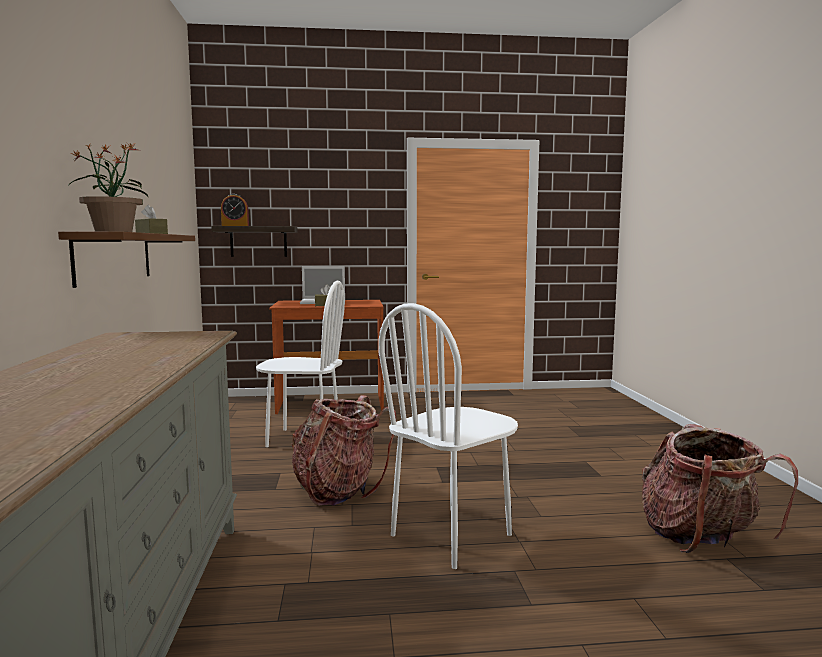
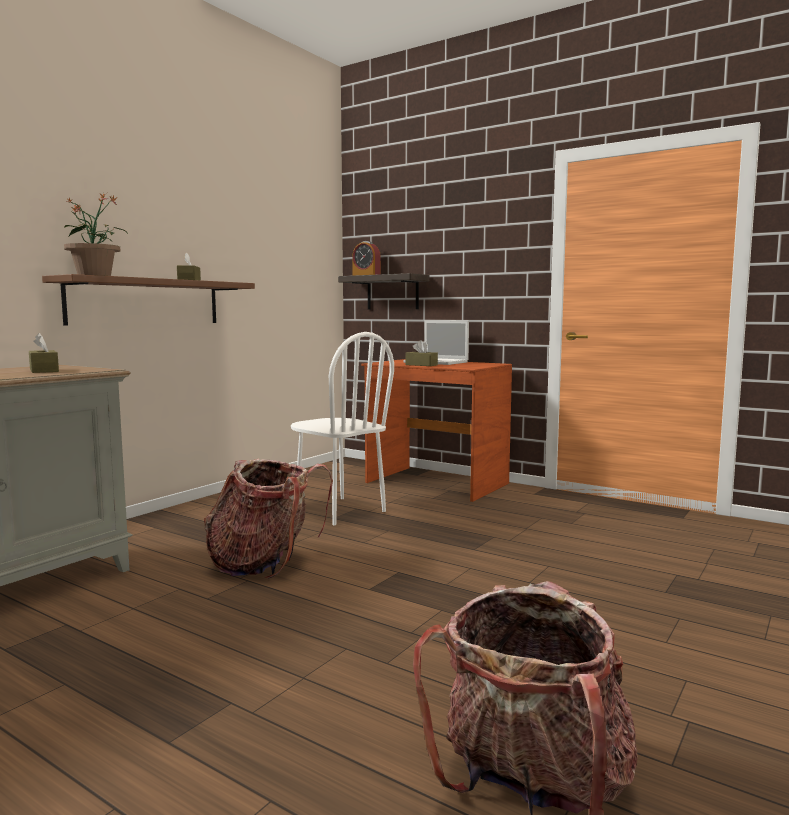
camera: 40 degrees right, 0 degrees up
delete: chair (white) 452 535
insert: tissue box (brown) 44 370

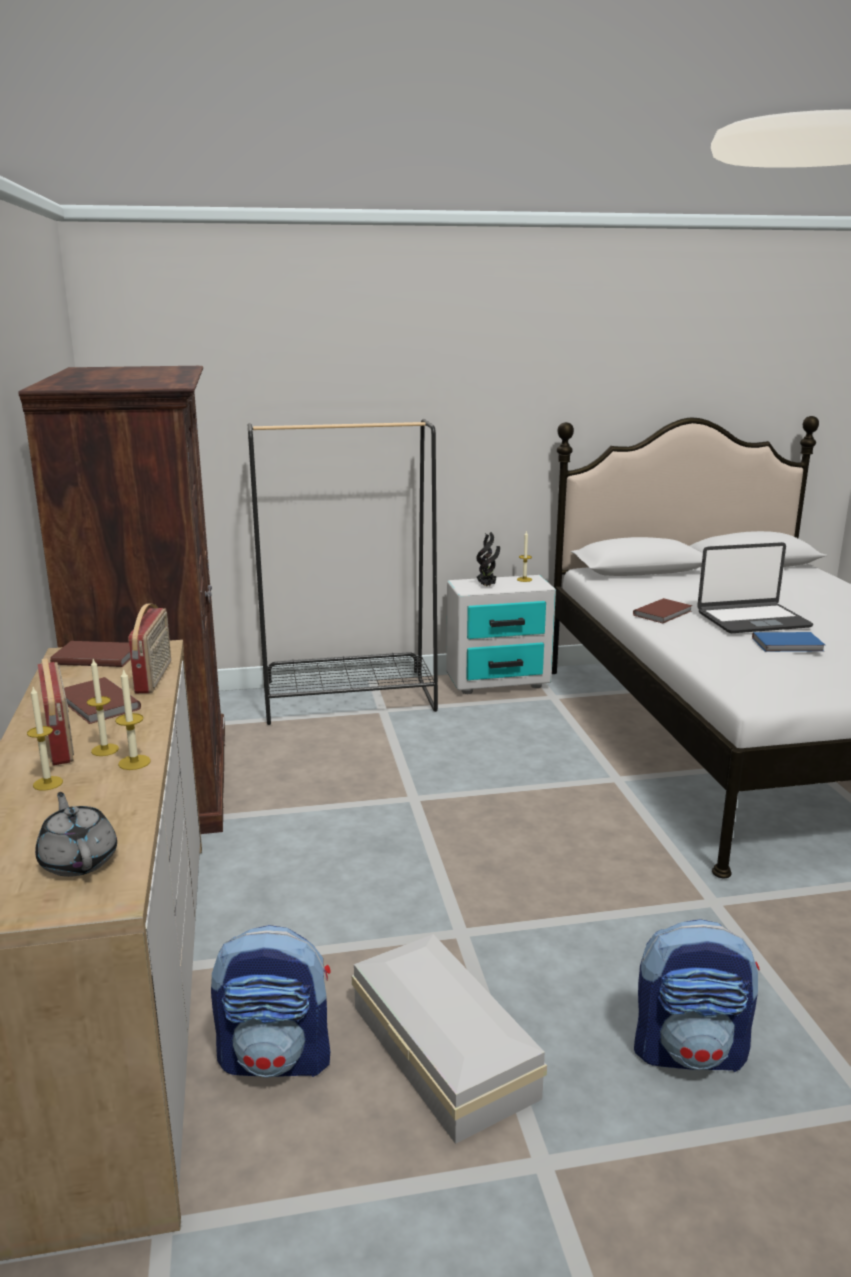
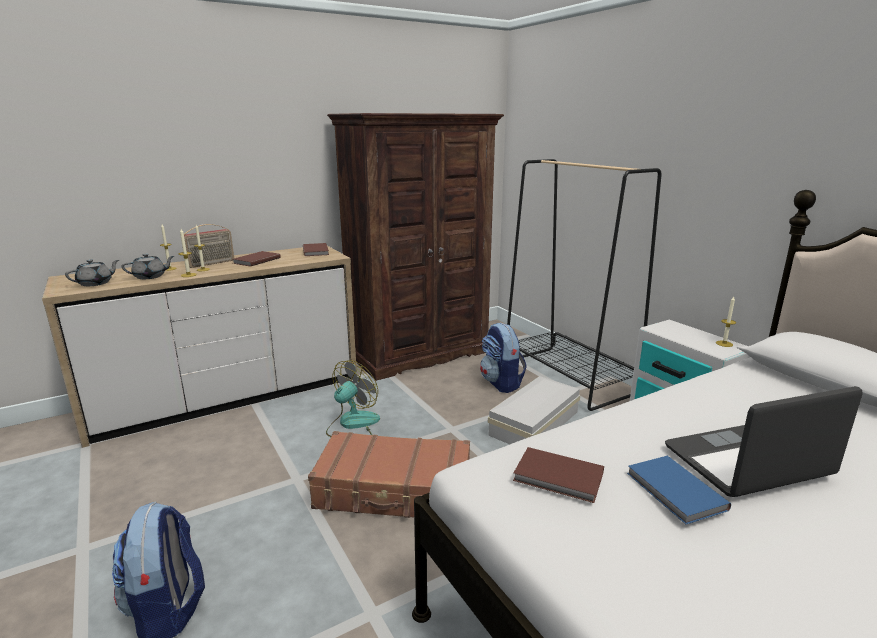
camera: 70 degrees right, 0 degrees up
delete: radio 155 677; potted plant 487 586
insert: teapot (grey) 150 276; suitcase (brown) 394 491; fan 352 425
move: backpack 277 1058 to 501 383; storage box (white) 443 1047 to 536 423; book (brown) 664 613 to 559 478
rotate: laptop 752 620 = 748 463 105 degrees clockwise

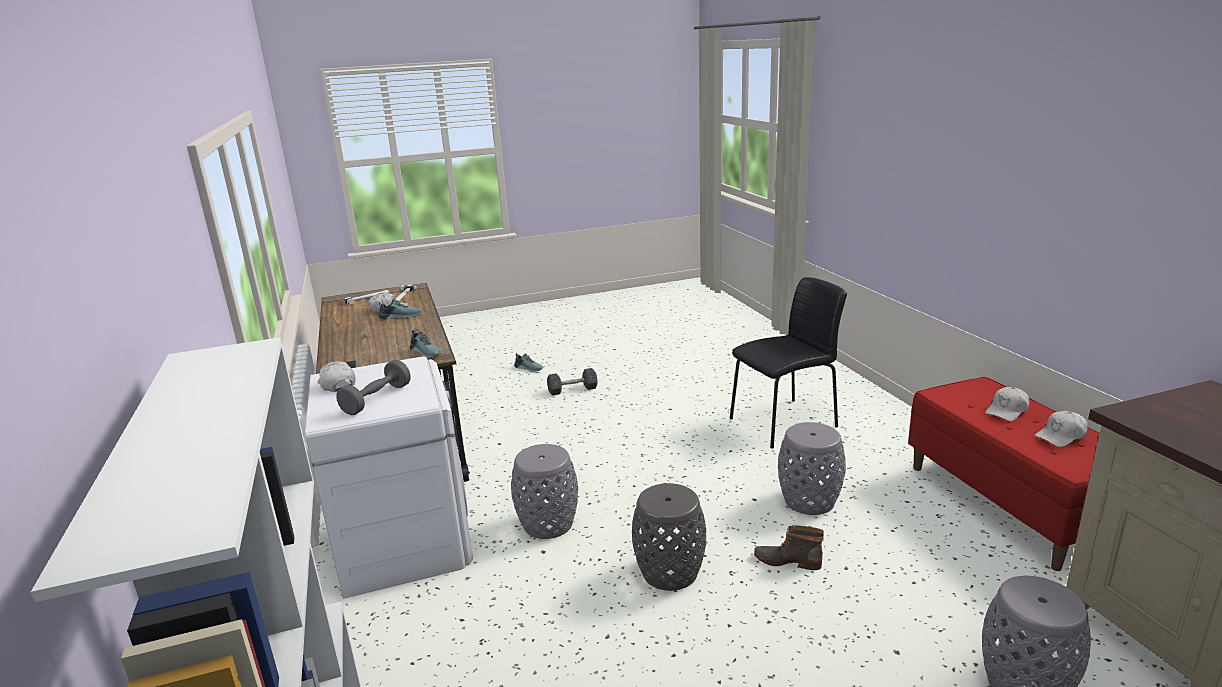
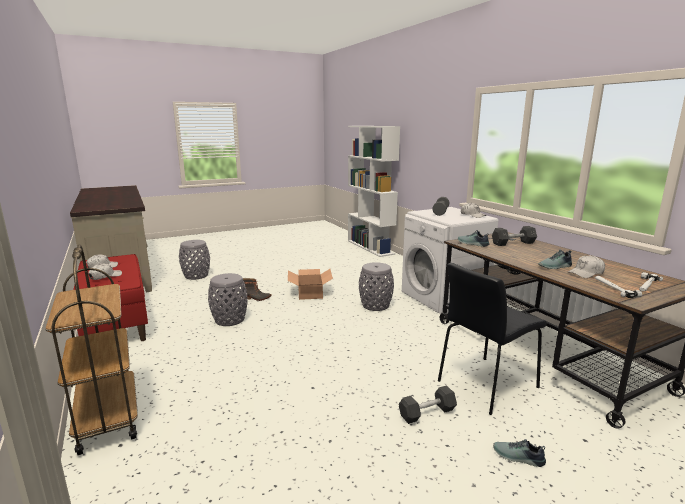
camera: 170 degrees right, 5 degrees down
insert: cart (brown) 107 418; dumbbell (grey) 513 243
move: chair (black) 786 422 to 485 385
replace: stool (grey) 669 573 to cardboard box 310 293

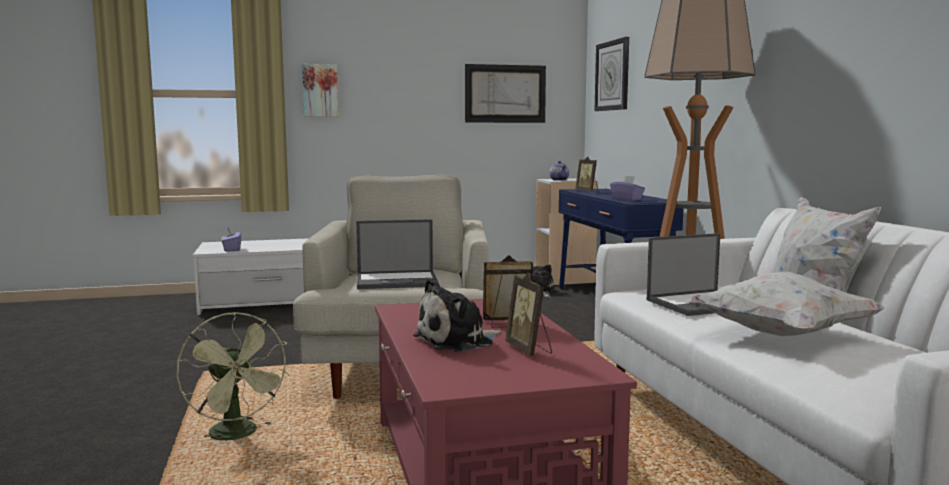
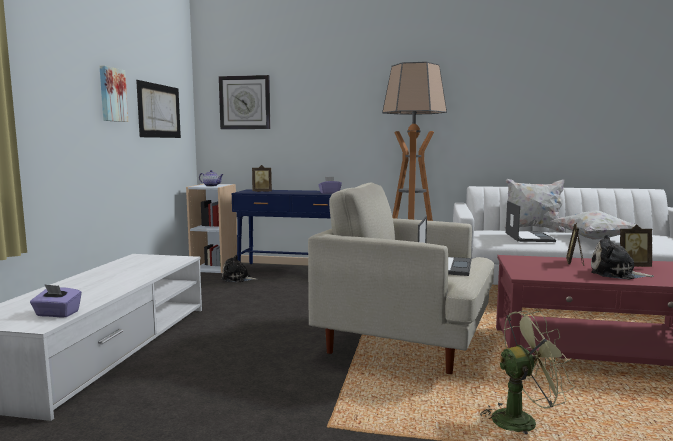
camera: 65 degrees left, 0 degrees up
move: picture 320 90 to 112 94
rotate: plush toy 458 341 = 615 274 120 degrees clockwise

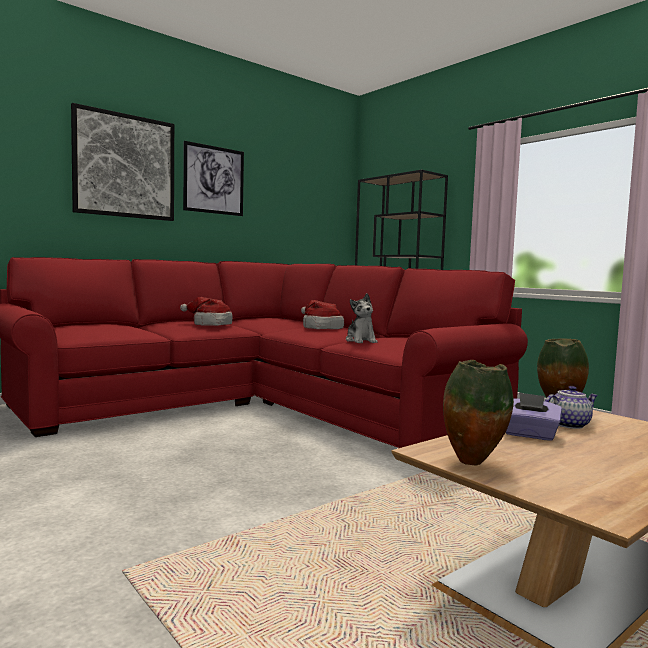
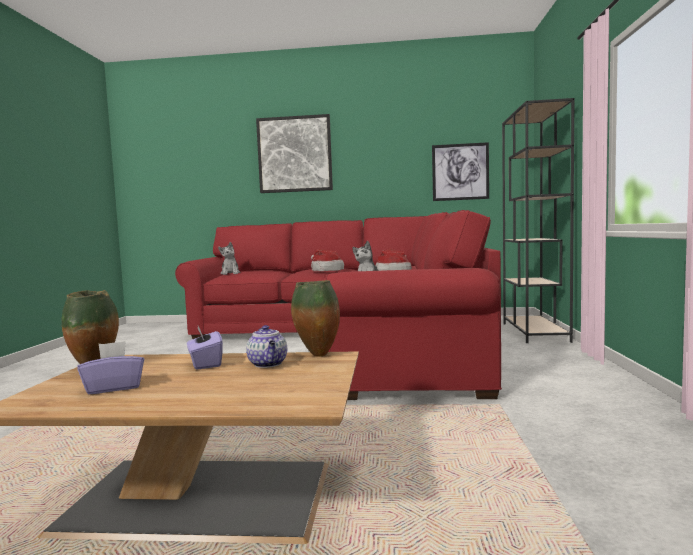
camera: 45 degrees right, 0 degrees up
insert: tissue box (purple) 115 387; plush toy 230 273
move: picture 214 180 to 460 172
rotate: teapot 569 424 = 268 364 45 degrees clockwise

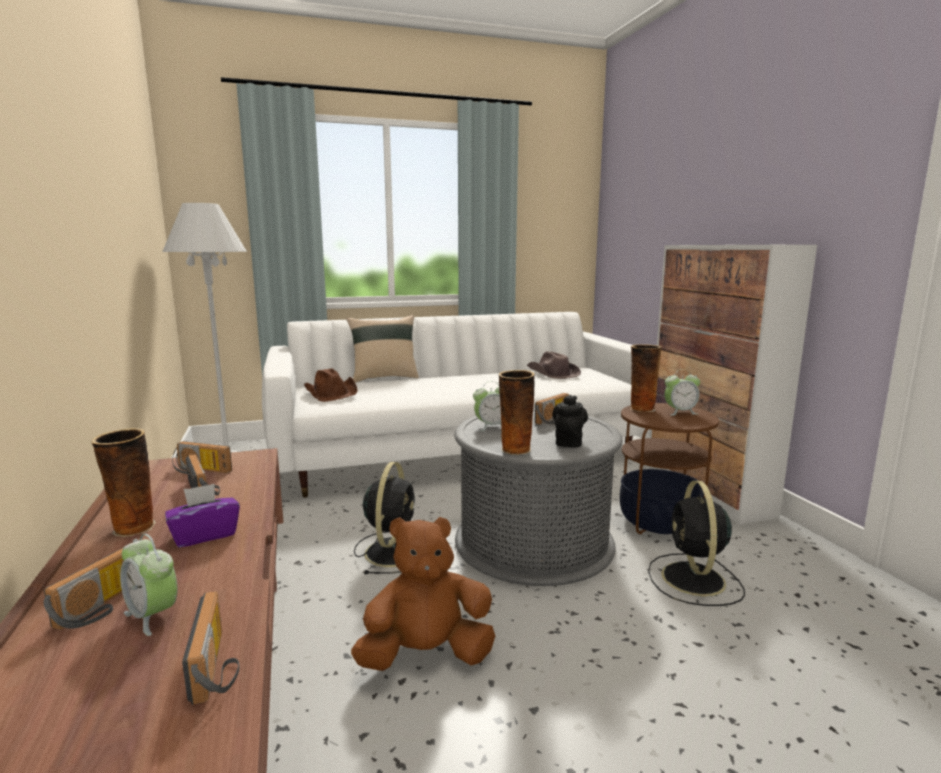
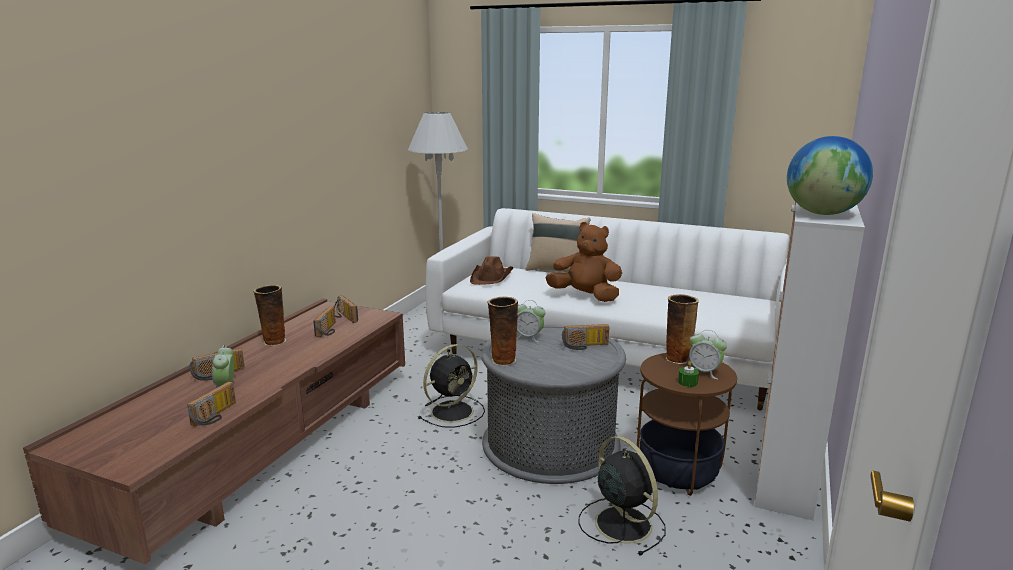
camera: 40 degrees right, 5 degrees up
delete: tissue box (purple) 205 535; hat (brown) 552 374; teapot (black) 568 442
insert: candle (green) 687 382; globe 823 213
move: plush toy (brown) 427 655 to 585 296
rotate: fan (black) 694 580 = 621 523 105 degrees clockwise

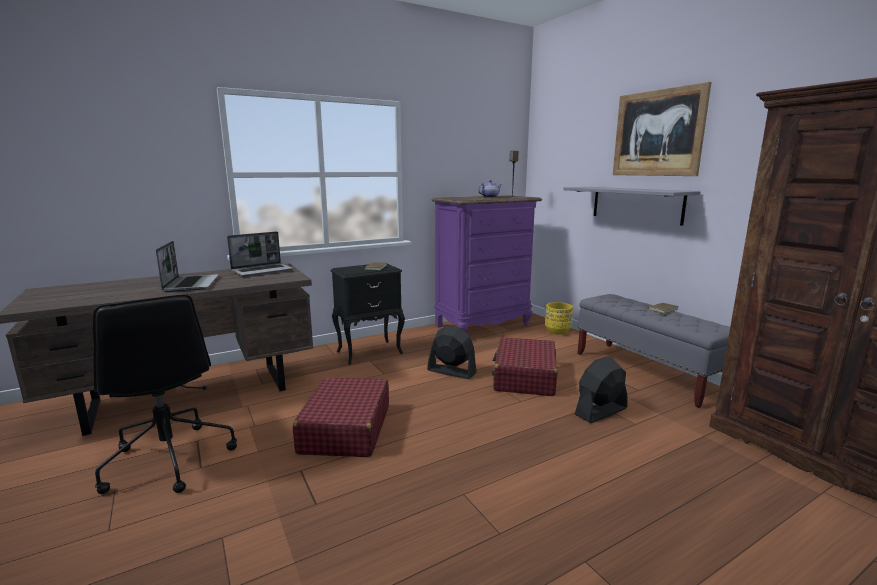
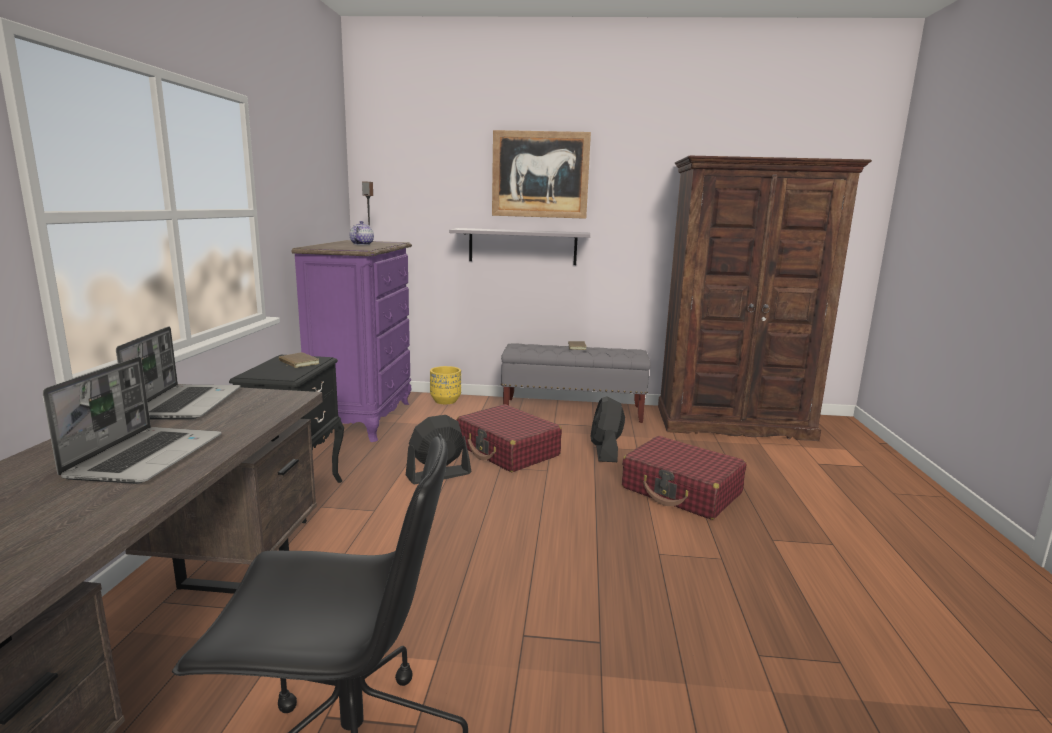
camera: 55 degrees left, 0 degrees up
move: suitcase (red) 345 429 to 681 491
rotate: laptop 191 284 = 146 456 75 degrees clockwise

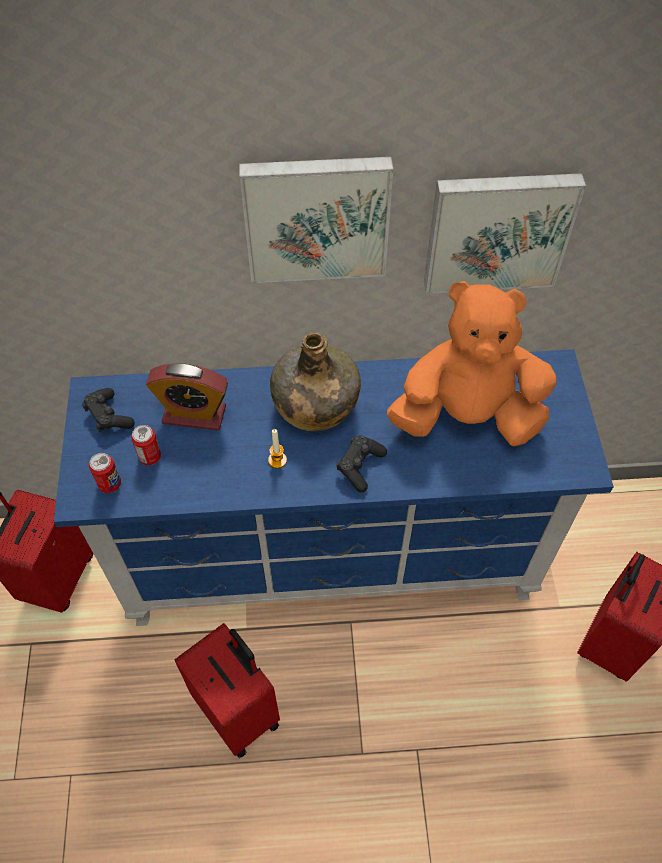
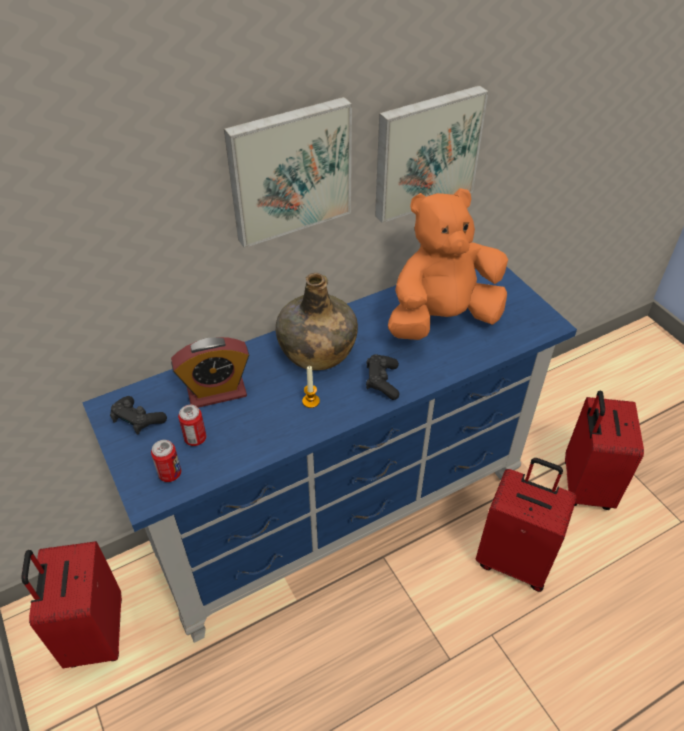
camera: 25 degrees left, 10 degrees down
move: suitcase (red) 239 711 to 514 559

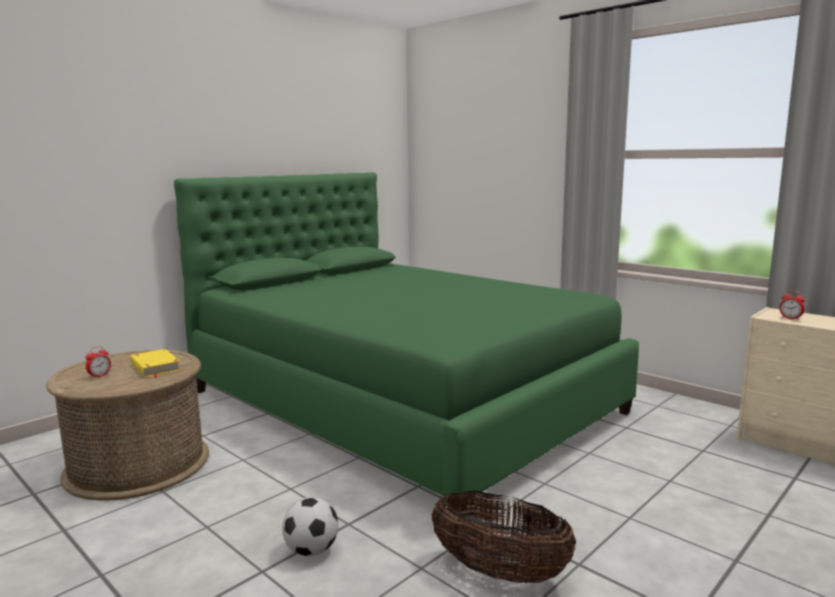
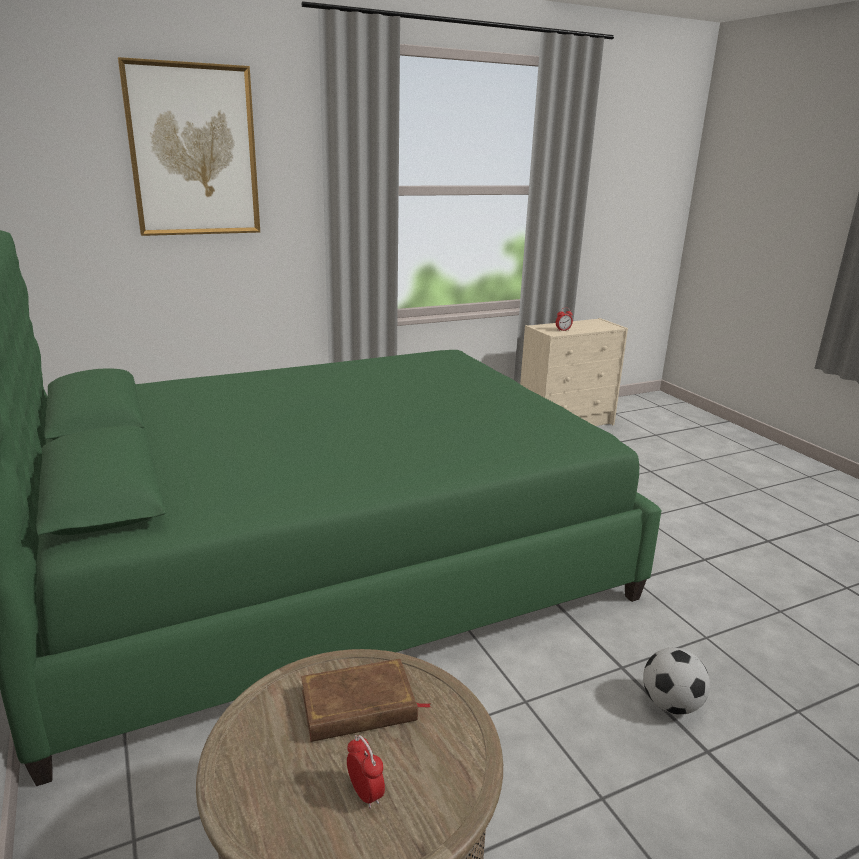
camera: 70 degrees left, 10 degrees up
delete: basket 500 572
insert: picture 193 151
recolor: book (yellow) 155 367 to book (brown) 359 706

